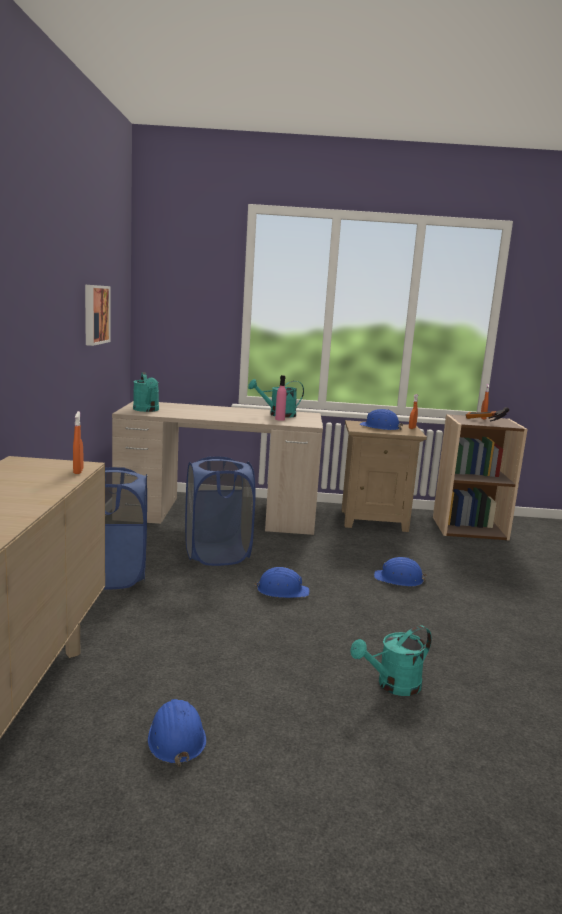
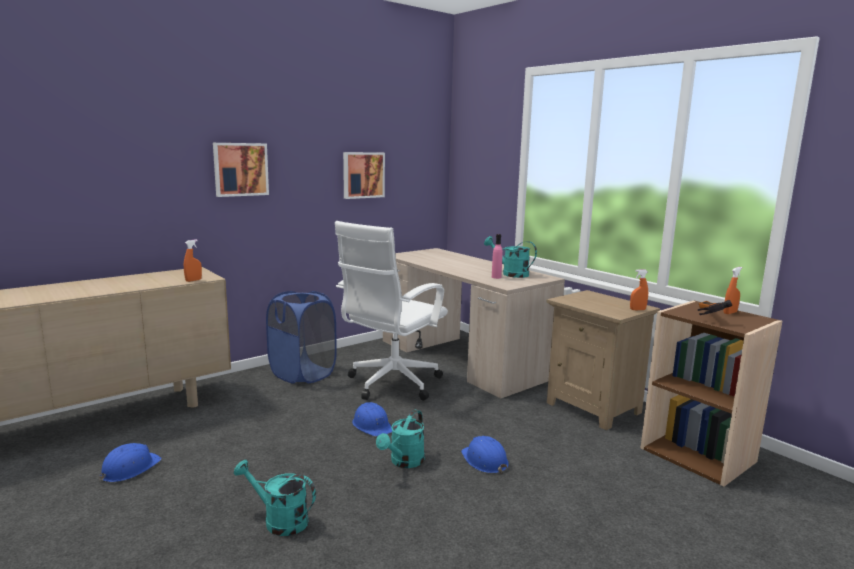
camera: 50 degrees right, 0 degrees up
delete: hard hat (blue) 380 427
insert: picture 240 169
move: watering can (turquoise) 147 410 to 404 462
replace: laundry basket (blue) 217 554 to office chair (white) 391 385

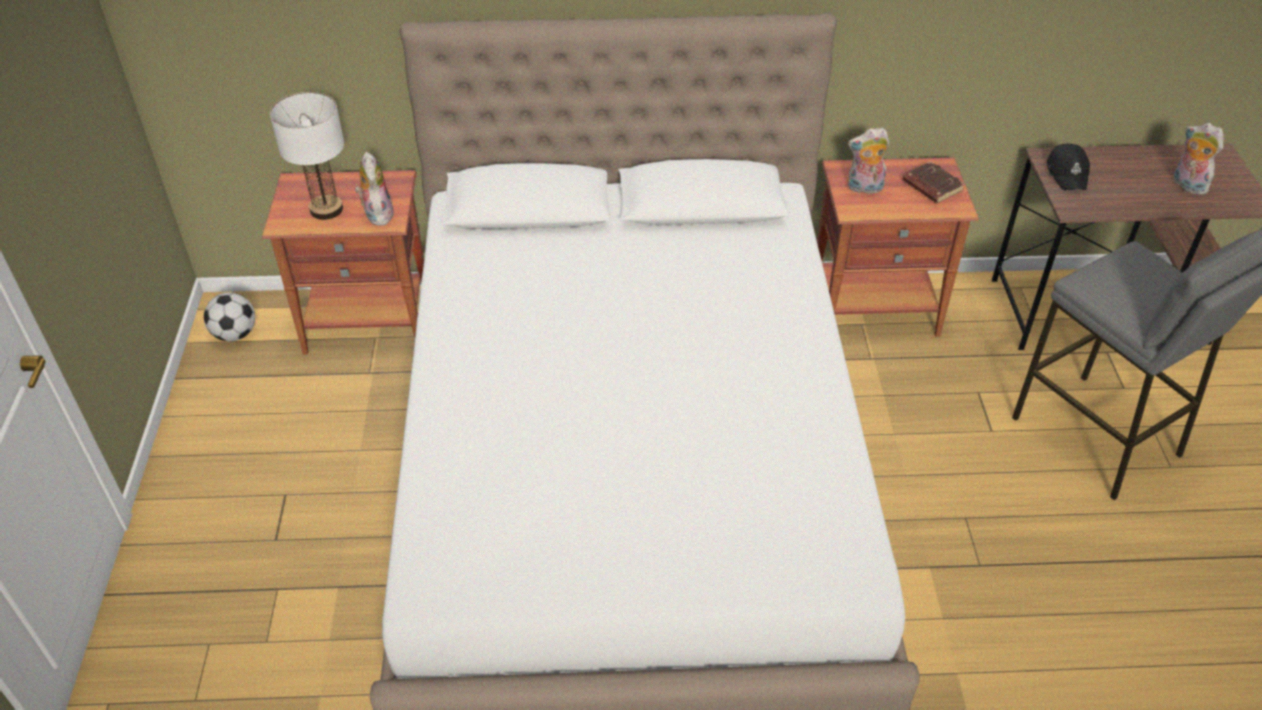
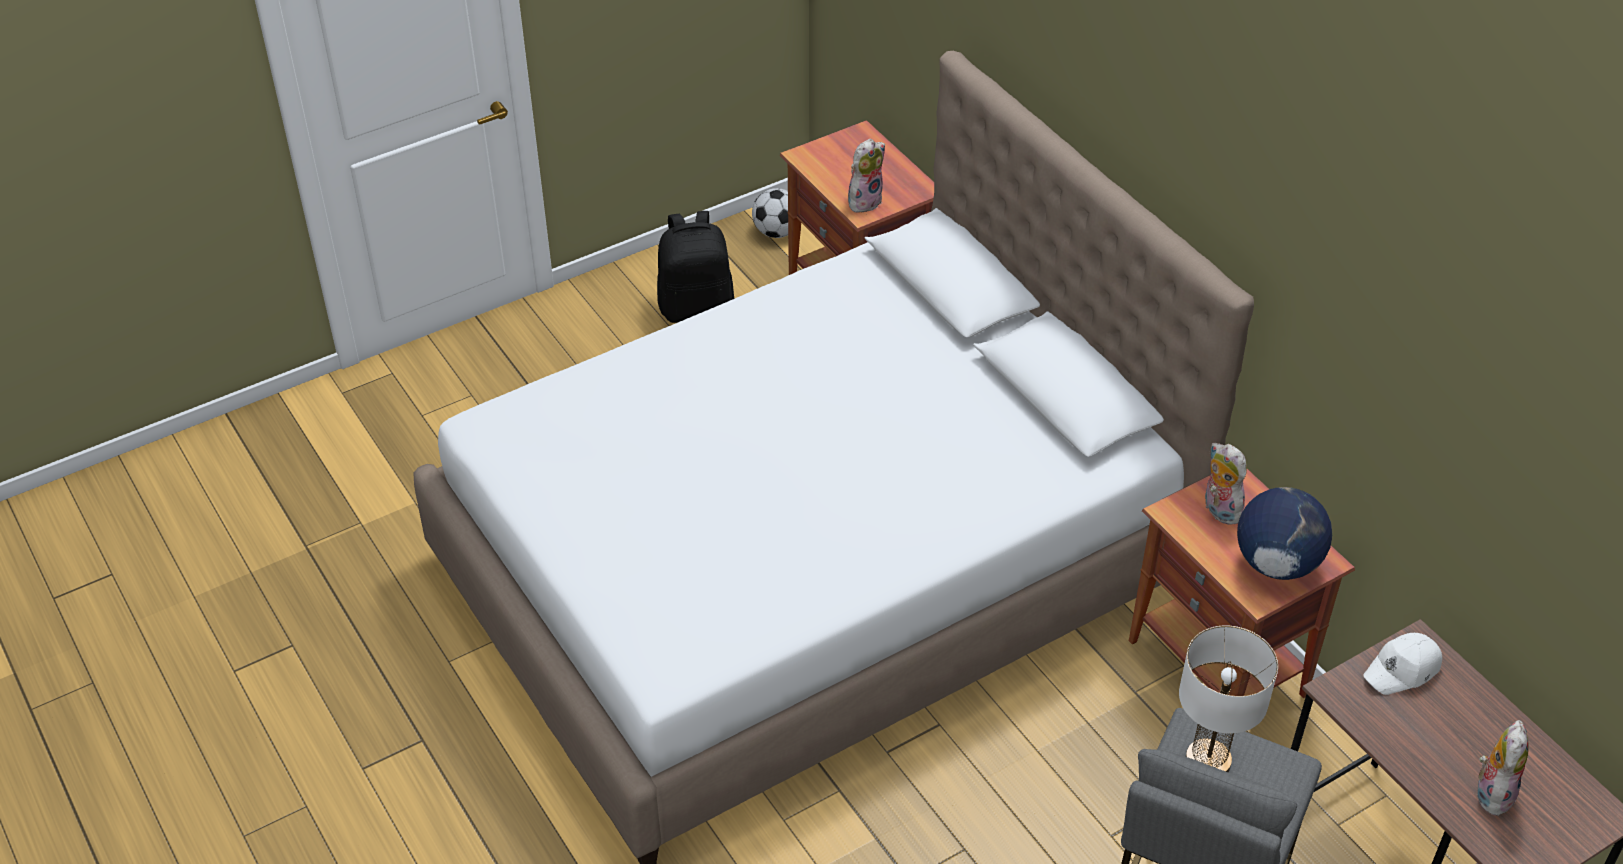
camera: 60 degrees right, 0 degrees up
insert: backpack (black) 696 307
move: table lamp 327 209 to 1208 762
replace: book (brown) 931 186 to globe 1276 563
recolor: cap (black) 1067 173 to cap (white) 1403 670

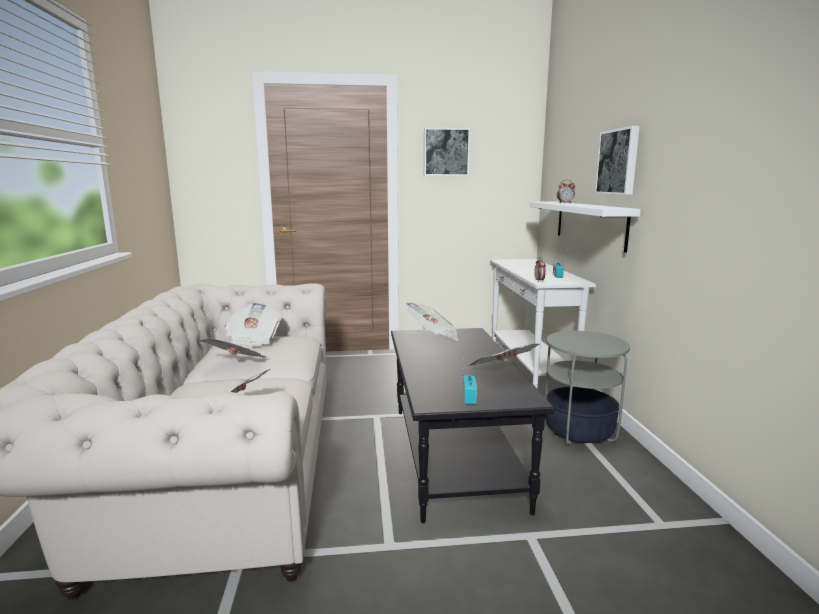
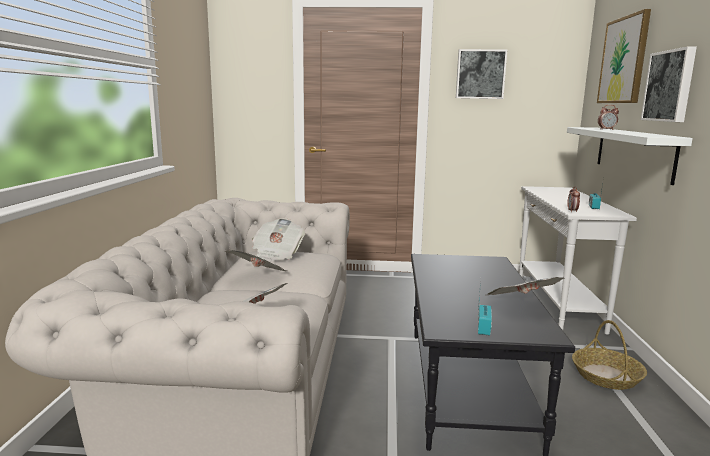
camera: 10 degrees right, 0 degrees up
delete: newspaper 433 335
insert: picture 623 60
replace: side table (grey) 579 433 to basket 607 376

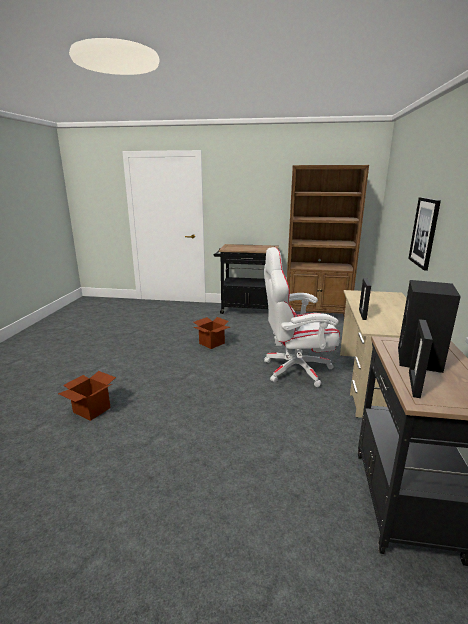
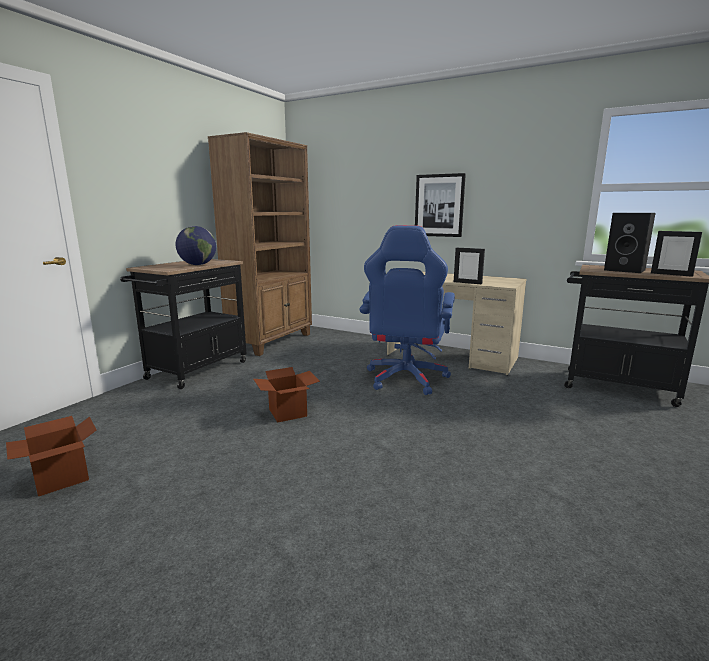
camera: 70 degrees left, 5 degrees down
insert: globe 197 265
move: cardboard box 92 410 to 61 478
recolor: office chair (white) 297 369 to office chair (blue) 406 378

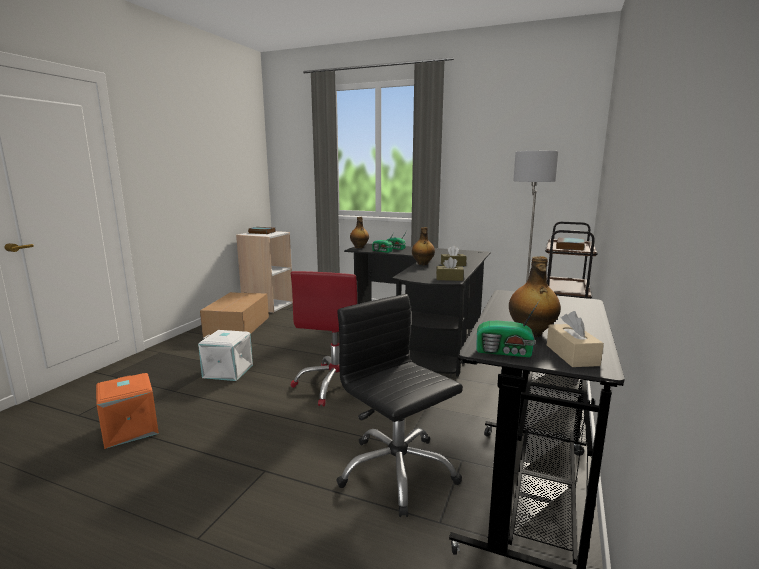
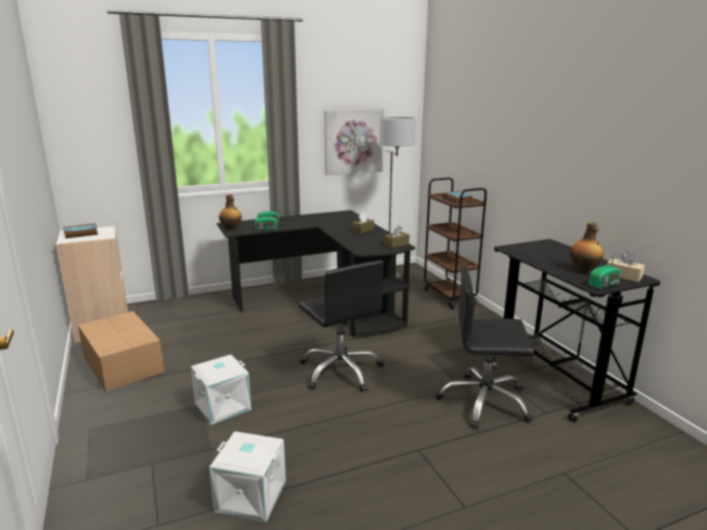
camera: 45 degrees left, 5 degrees up
delete: bottle 422 264
insert: picture 353 141
recolor: storage box (orange) 129 429 to storage box (white) 250 497; office chair (red) 336 384 to office chair (black) 341 371

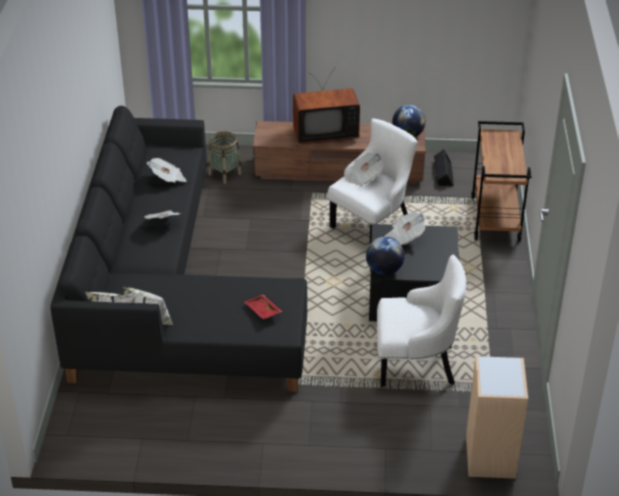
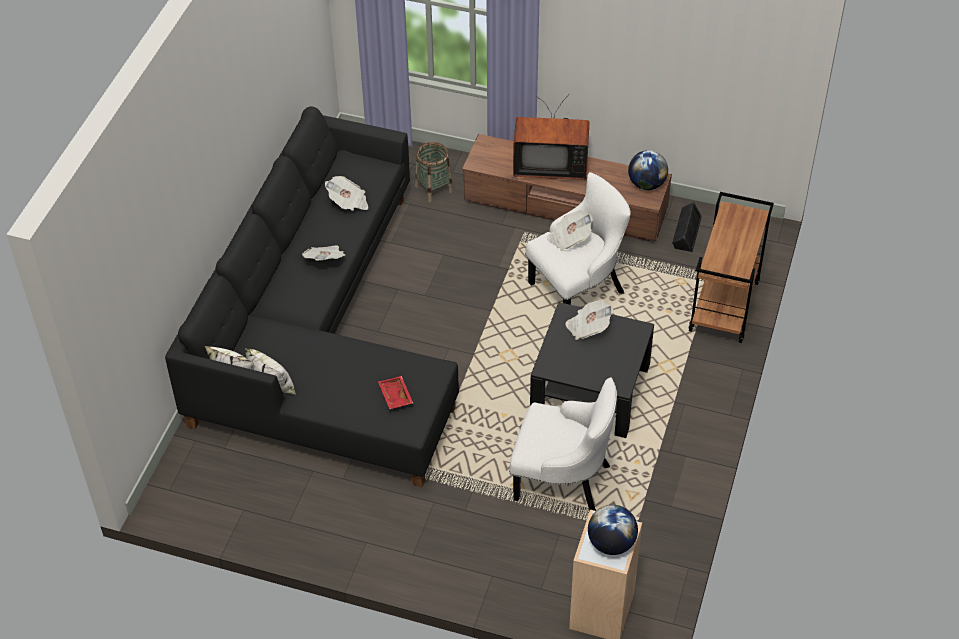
camera: 15 degrees right, 10 degrees up
move: globe 384 270 to 611 543

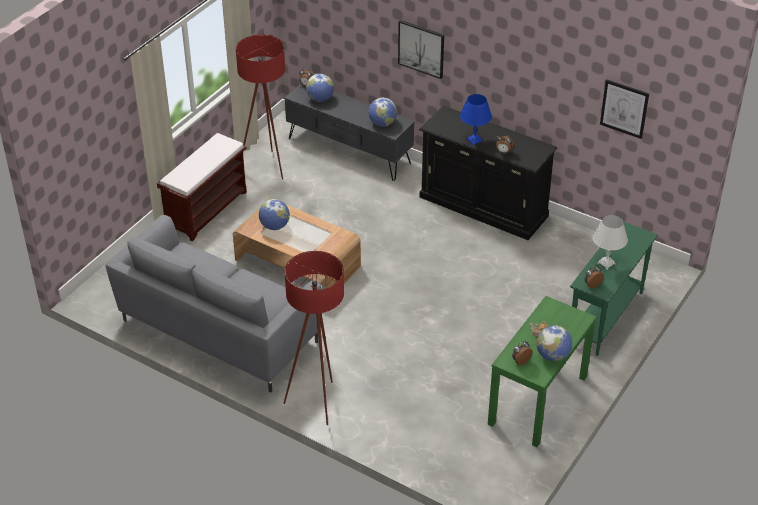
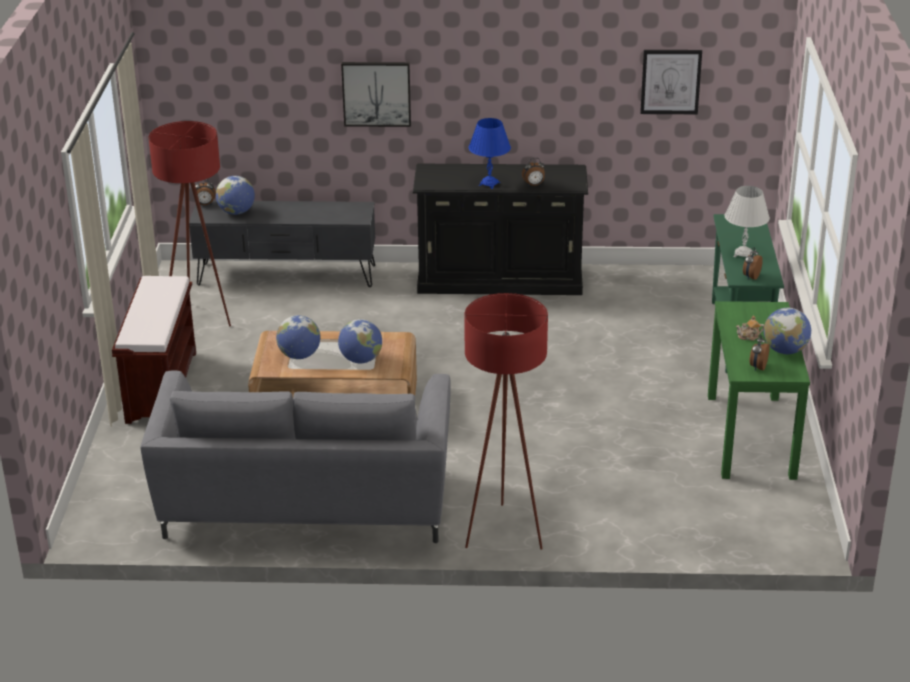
camera: 30 degrees left, 10 degrees down
move: globe 382 123 to 361 360

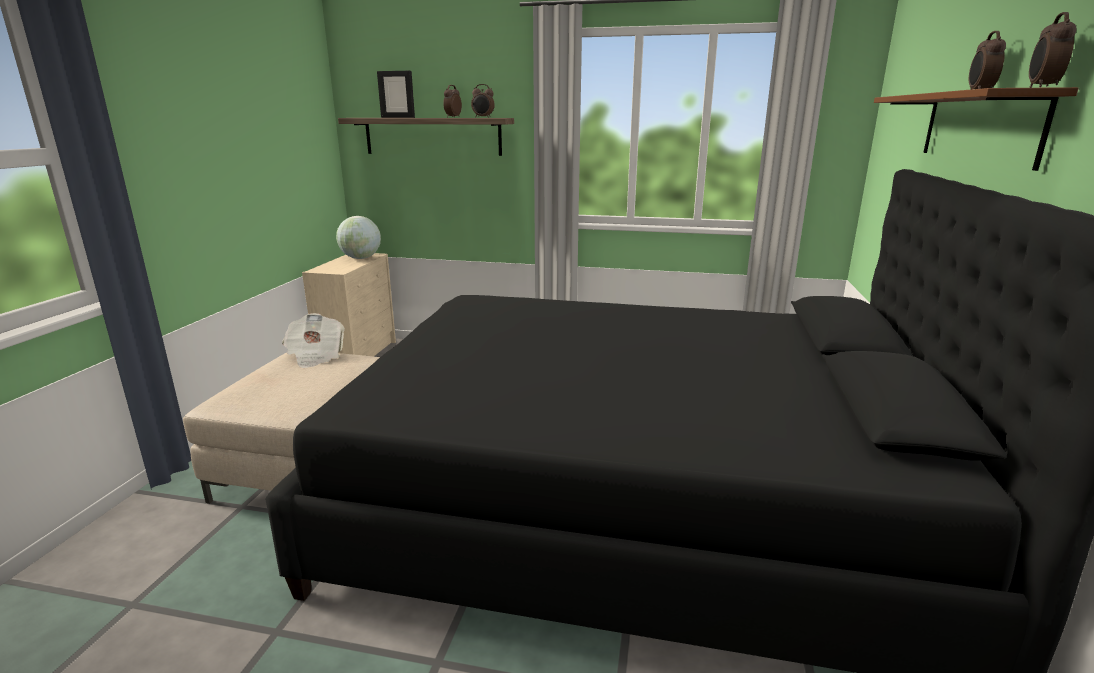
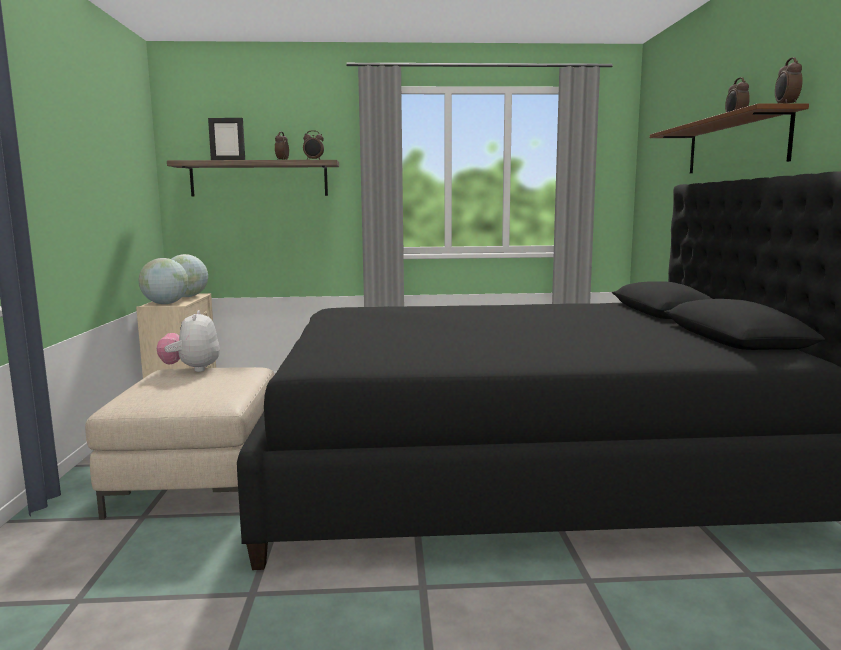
camera: 15 degrees left, 10 degrees down
insert: globe 165 304
replace: newspaper 316 356 to plush toy 192 369

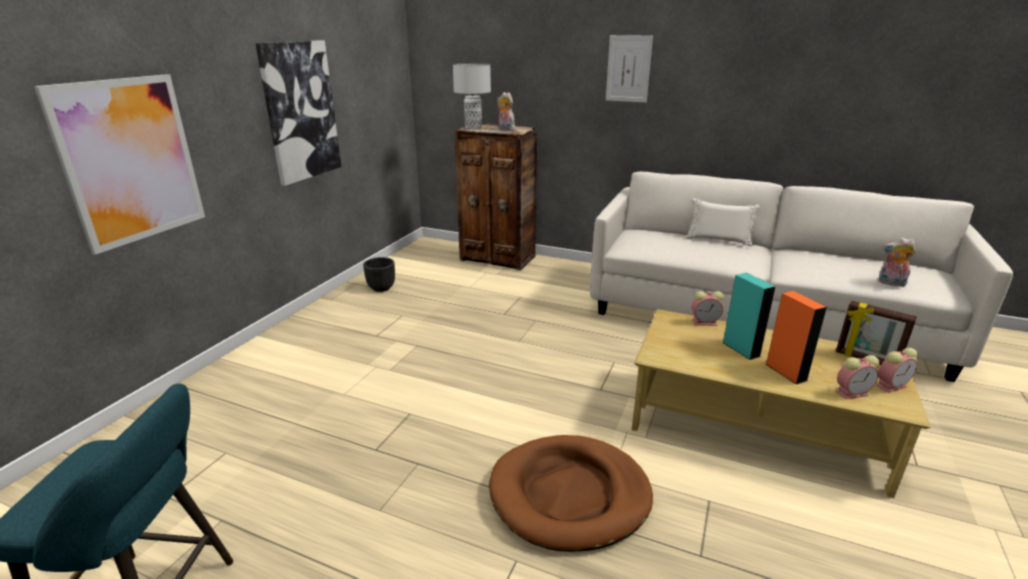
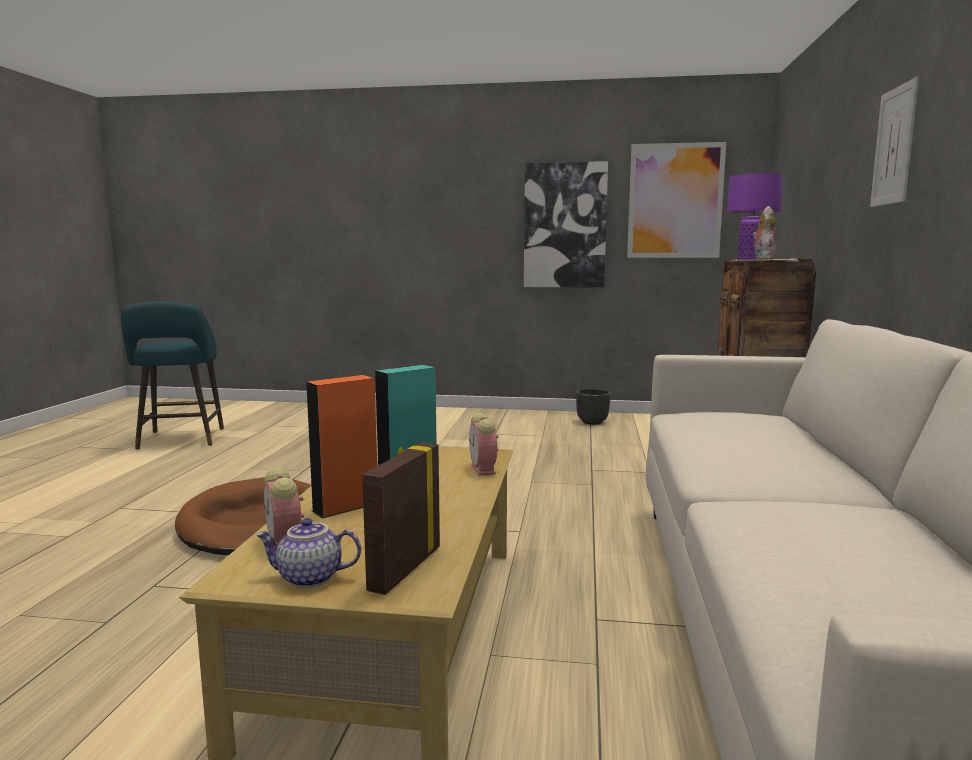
camera: 75 degrees right, 15 degrees down
delete: pillow (white) 718 240; plush toy 890 283
move: picture 130 161 to 675 201
replace: alarm clock 891 385 to teapot 309 578
recolor: table lamp (white) 473 127 to table lamp (purple) 749 259

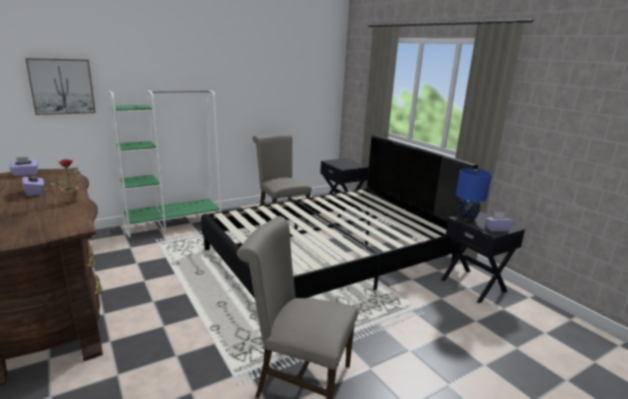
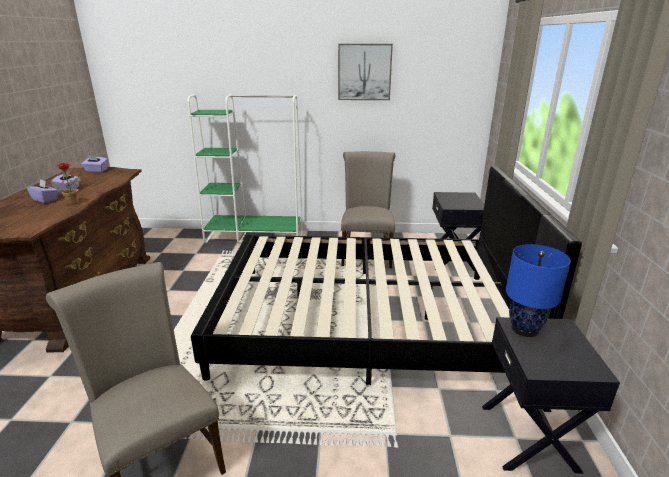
camera: 35 degrees right, 5 degrees up
move: tissue box (purple) 497 229 to 45 200; picture 62 86 to 364 72

